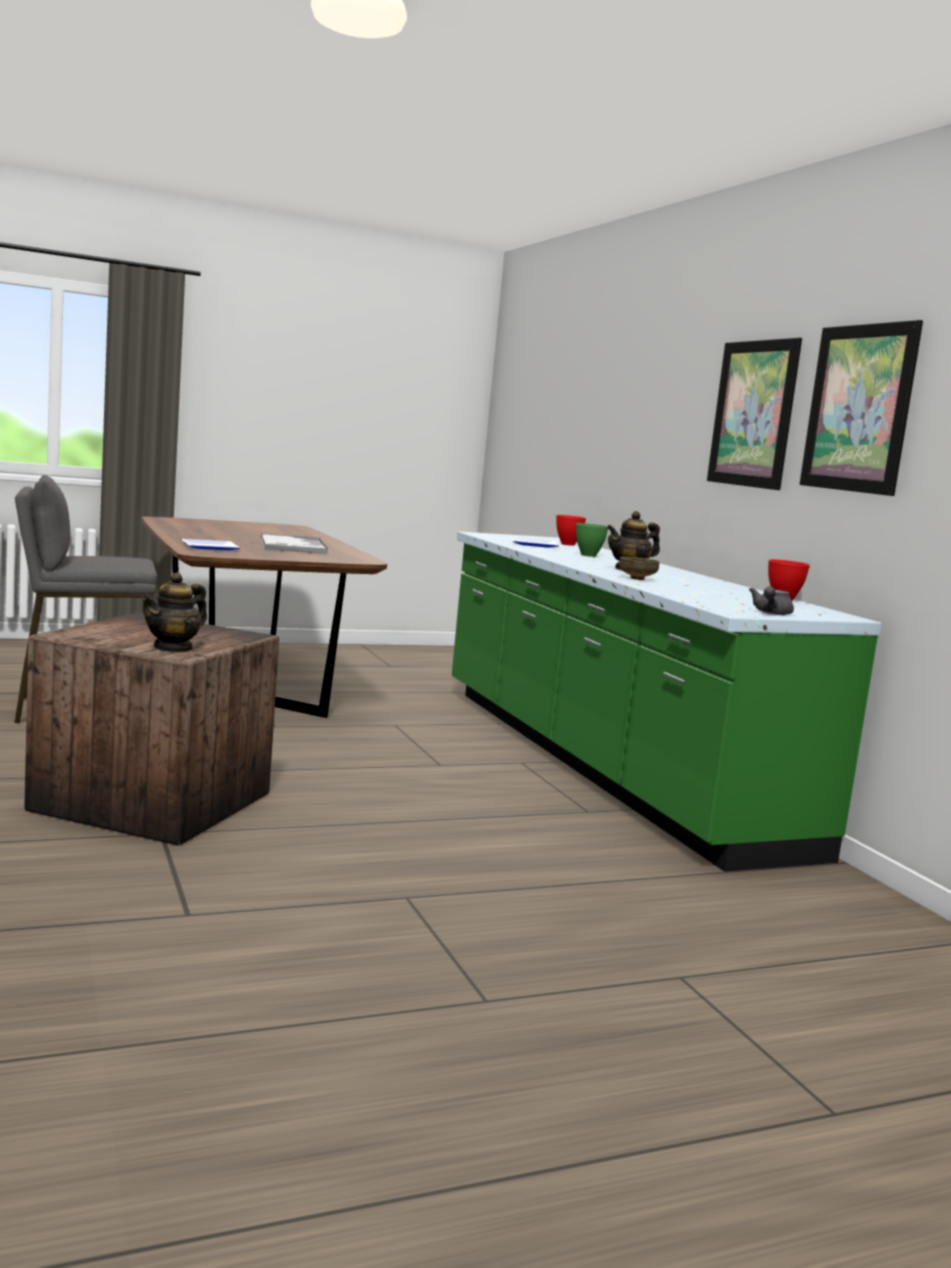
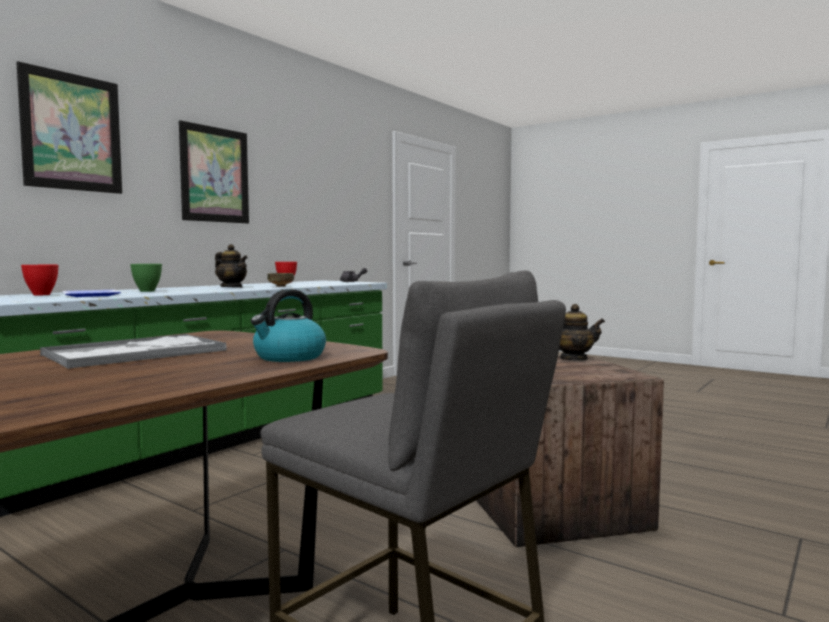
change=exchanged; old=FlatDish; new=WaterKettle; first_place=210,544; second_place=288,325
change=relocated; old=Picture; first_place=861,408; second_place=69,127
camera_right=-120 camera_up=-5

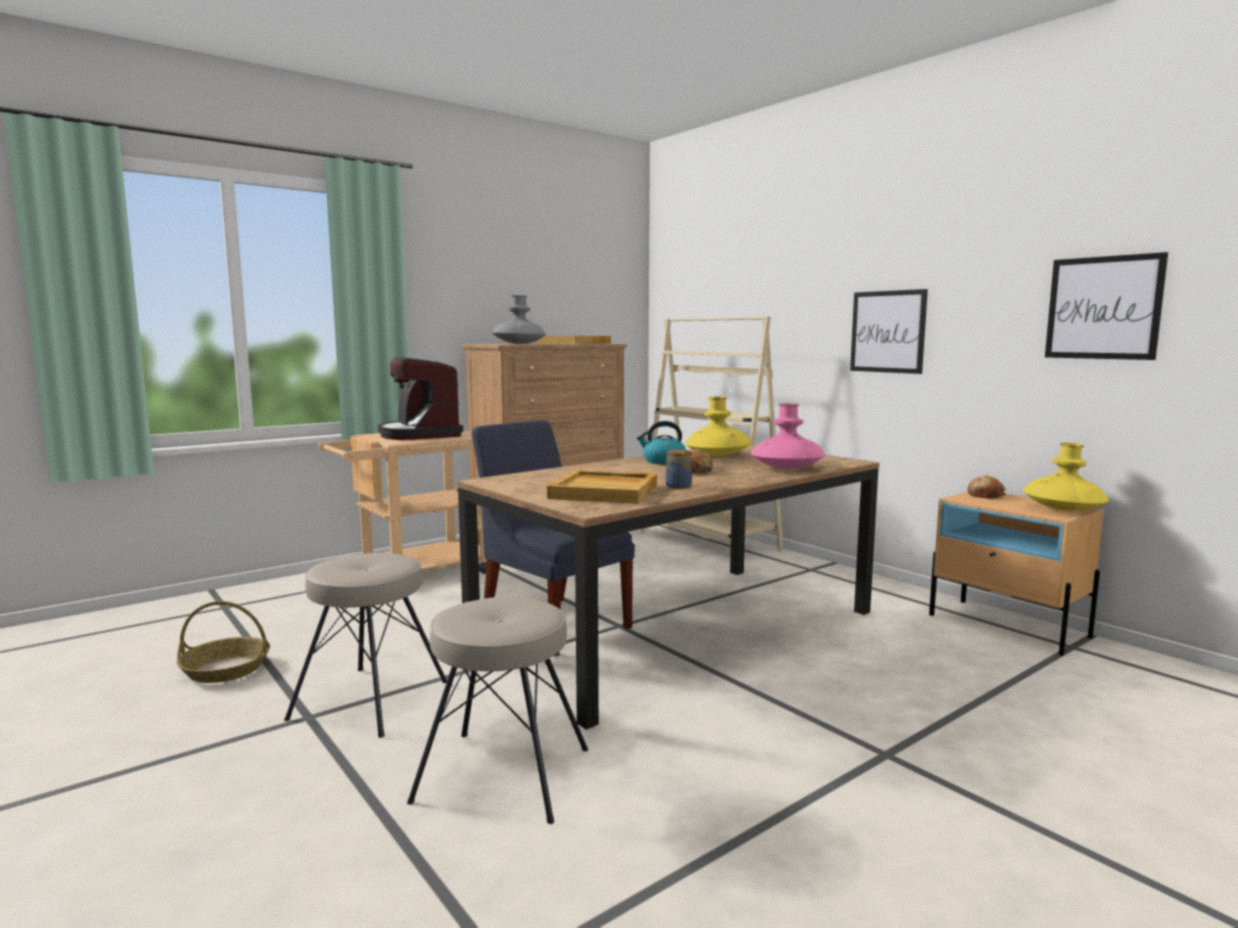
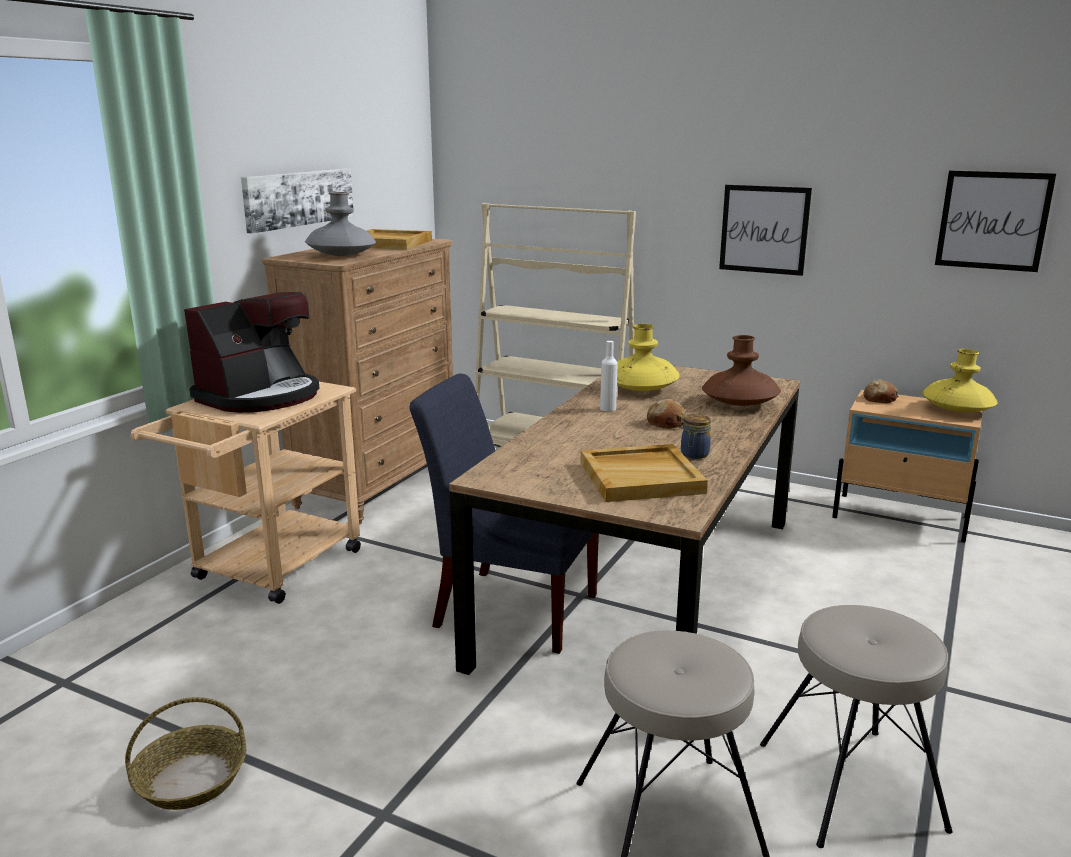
change=relocated; old=BeigeStool; first_place=365,645; second_place=856,726
change=spun; old=CoffeeBrewer; first_place=420,398; second_place=251,352; degrees=-90
change=exchanged; old=WaterKettle; new=WhiteColouredDrinkBottle; first_place=661,442; second_place=609,376
change=colour; old=PinkFlowerVase; new=BrownishFlowerVase; first_place=788,436; second_place=741,370
change=appeared; new=Picture; second_place=297,201
camera_right=-25 camera_up=10

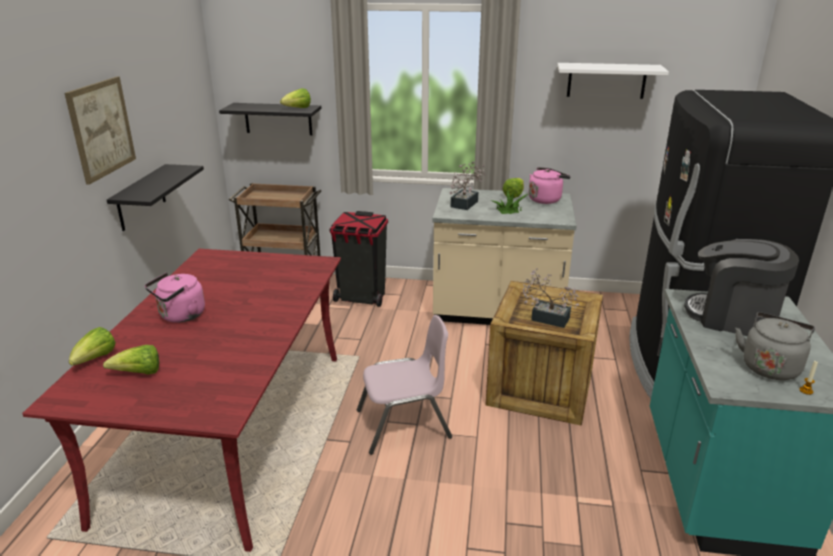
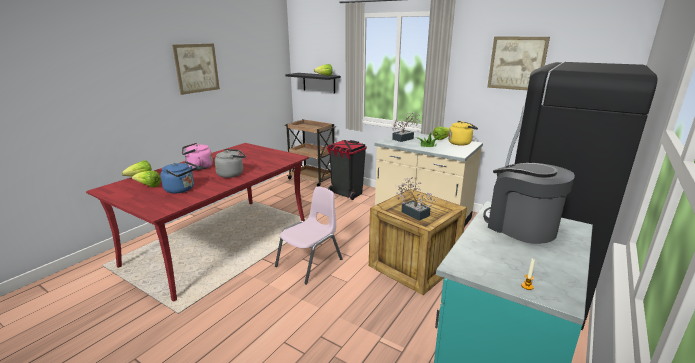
change=missing; old=BlackBracketShelf; first_place=155,197
change=spun; old=PinkChair; first_place=404,385; second_place=309,236; degrees=-60
change=colour; old=PinkWaterKettle; new=YellowishWaterKettle; first_place=550,185; second_place=463,133
change=exchanged; old=WhiteColouredBracketShelf; new=Picture; first_place=613,81; second_place=518,63
change=relocated; old=GreyishWaterKettle; first_place=775,346; second_place=230,163
change=appeared; new=BlueWaterKettle; second_place=179,177
camera_right=25 camera_up=-5

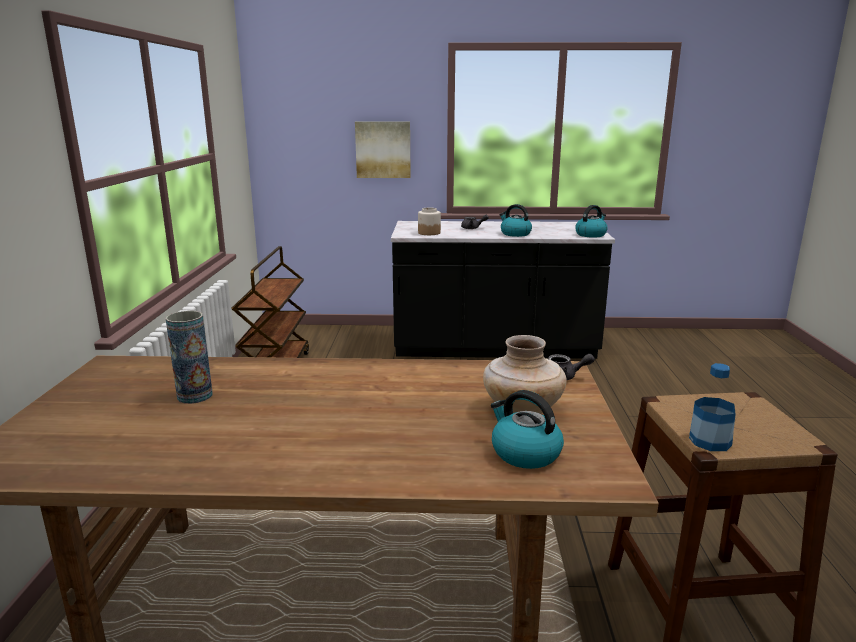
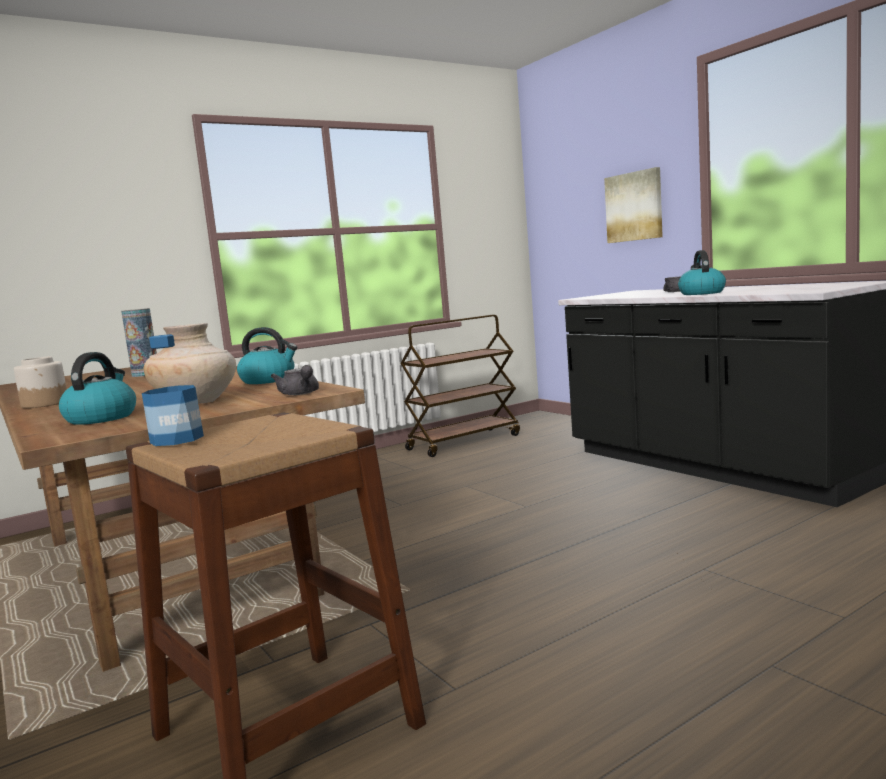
change=relocated; old=PreserveJar; first_place=429,221; second_place=40,382
change=relocated; old=WaterKettle; first_place=591,221; second_place=267,355
camera_right=55 camera_up=-10

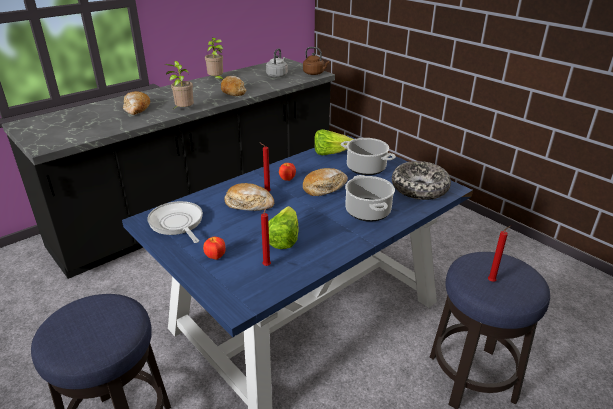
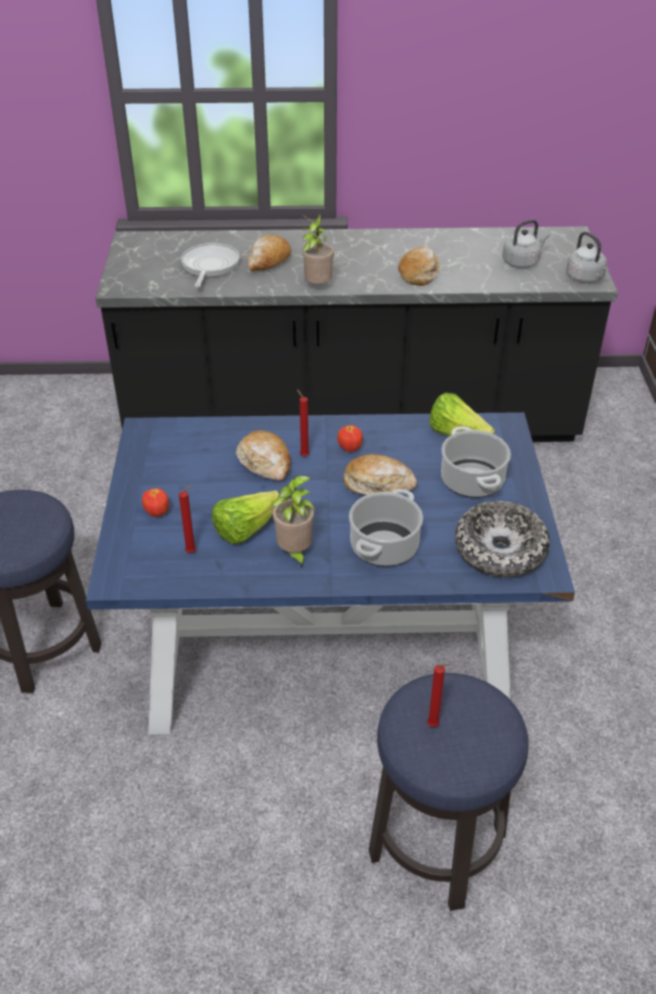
change=relocated; old=Pan; first_place=175,222; second_place=210,265
change=relocated; old=PlantInAPot; first_place=214,58; second_place=293,522
change=colour; old=BrownishWaterKettle; new=GreyishWaterKettle; first_place=316,61; second_place=587,257
camera_right=40 camera_up=10

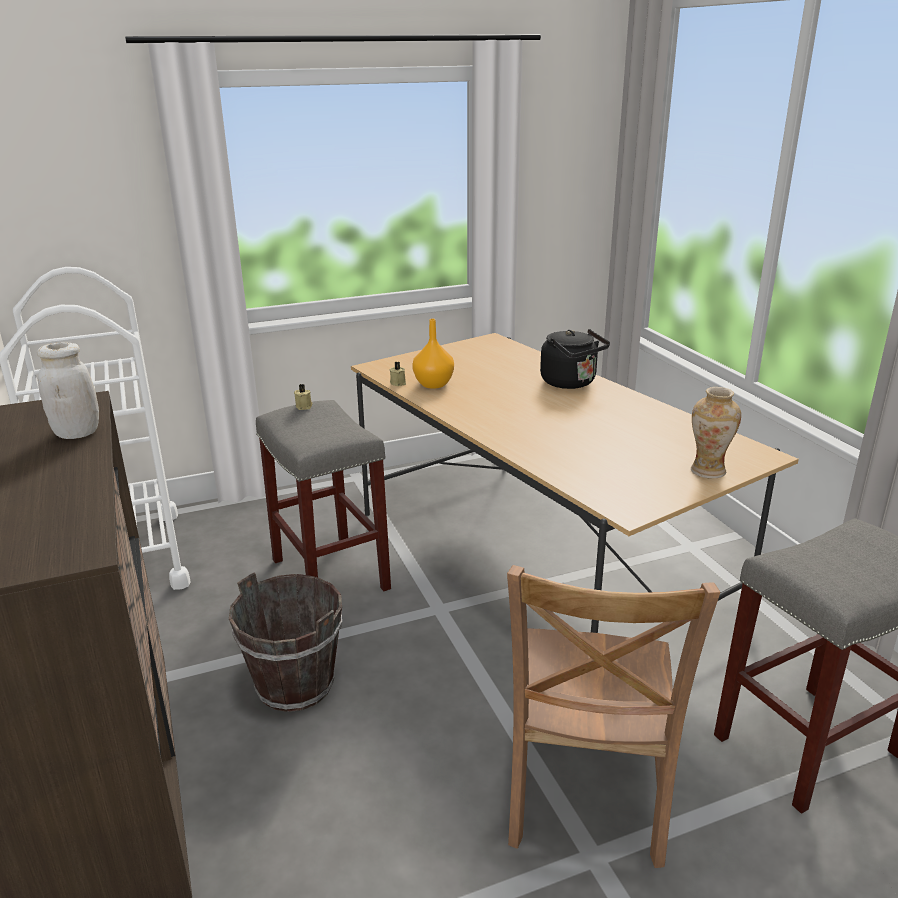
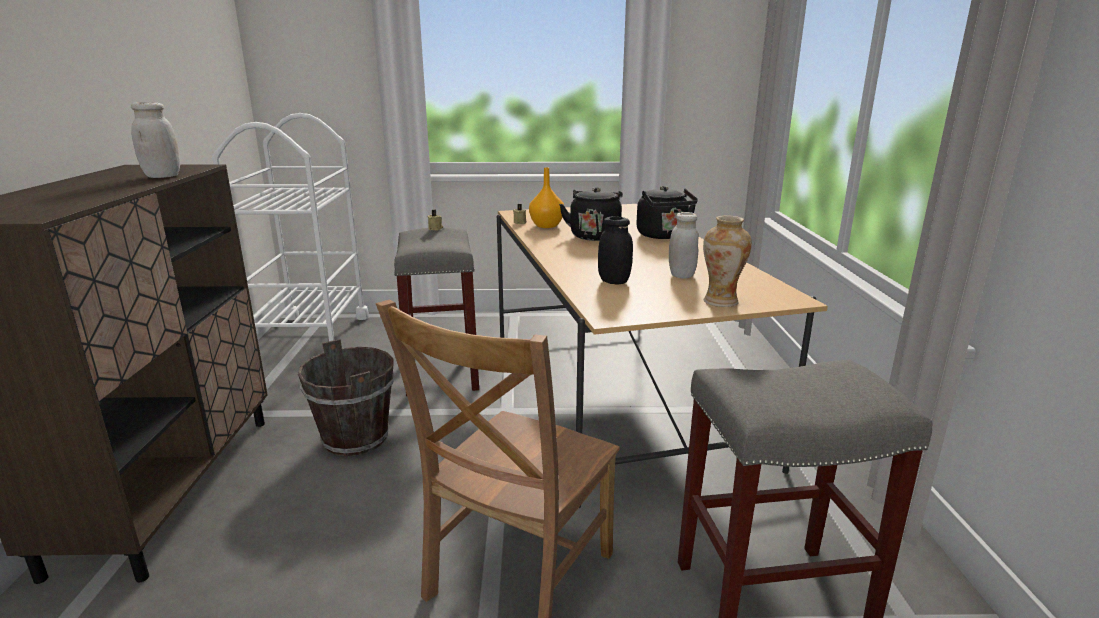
change=appeared; new=BlackWaterKettle; second_place=591,214
change=appeared; new=BlackPreserveJar; second_place=615,250
change=appeared; new=WhiteColouredPreserveJar; second_place=684,245
camera_right=20 camera_up=-5

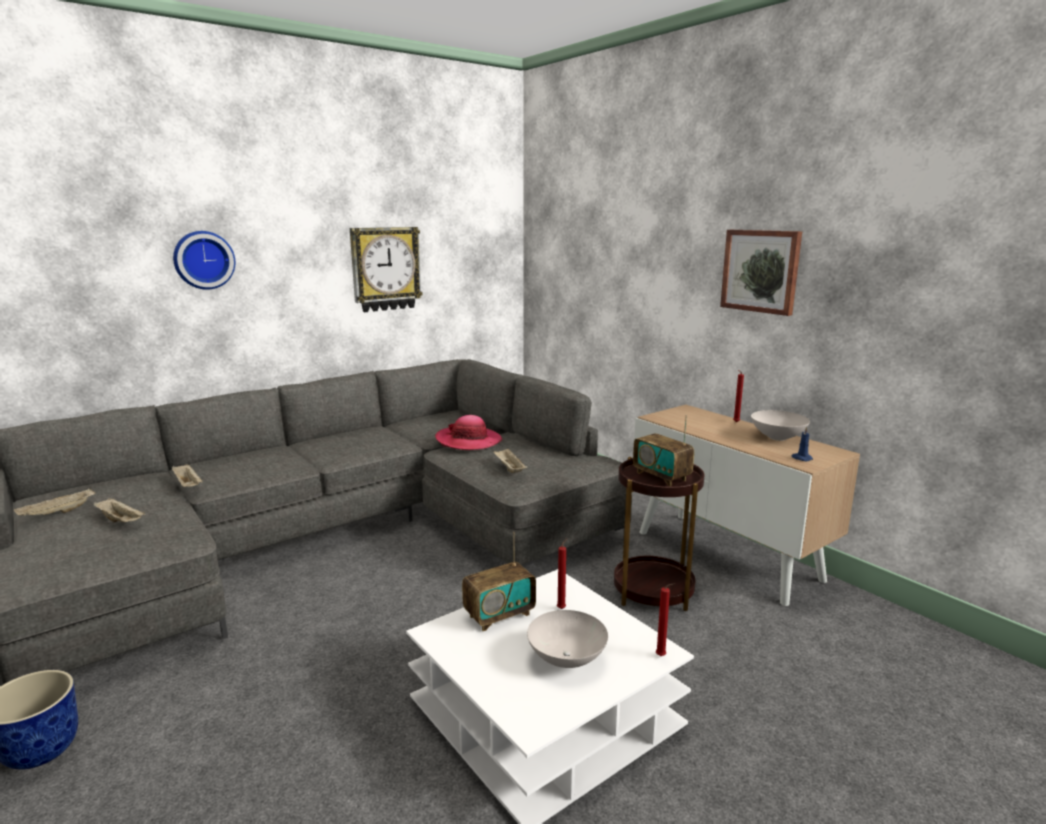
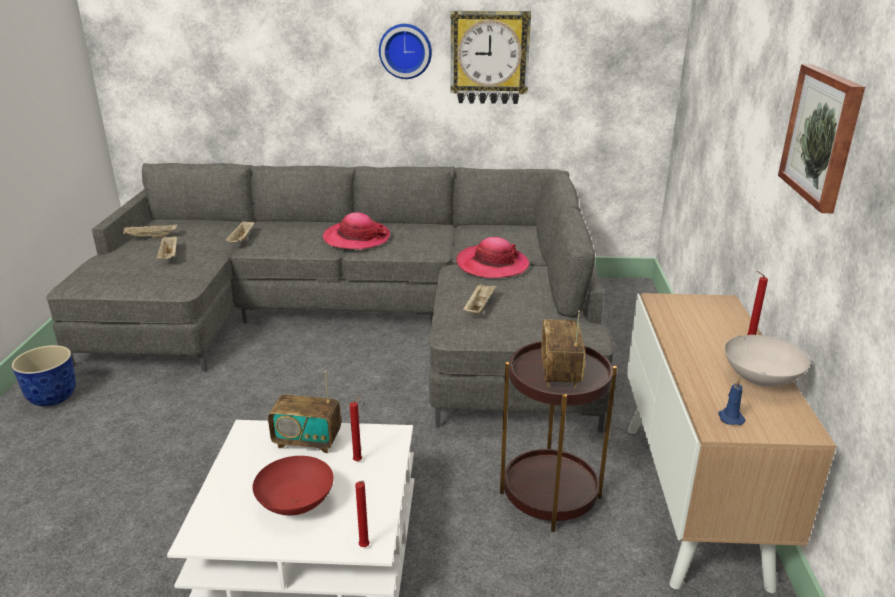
change=relocated; old=ClockOnTheWall; first_place=204,260; second_place=405,51
change=colour; old=WhiteColouredServingBowl; new=ReddishServingBowl; first_place=567,639; second_place=293,485
change=appeared; new=WearableHat; second_place=356,231
camera_right=40 camera_up=10

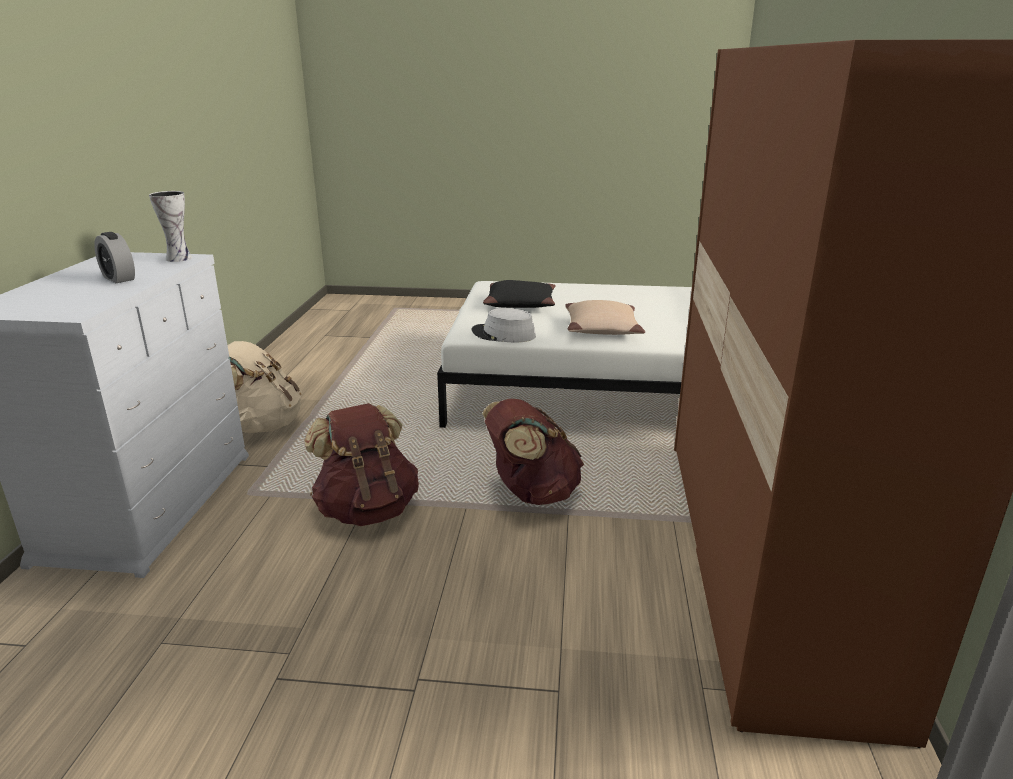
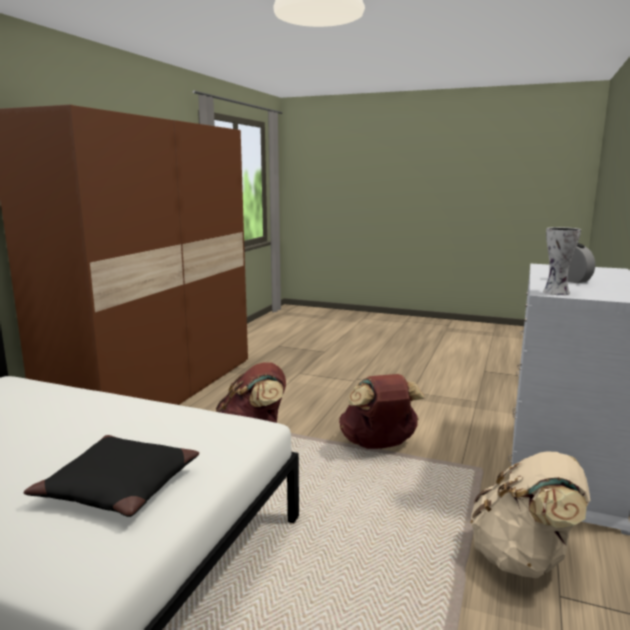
change=missing; old=GreyishWearableHat; first_place=504,325
change=missing; old=BeigePillow; first_place=605,317
camera_right=-165 camera_up=-10

